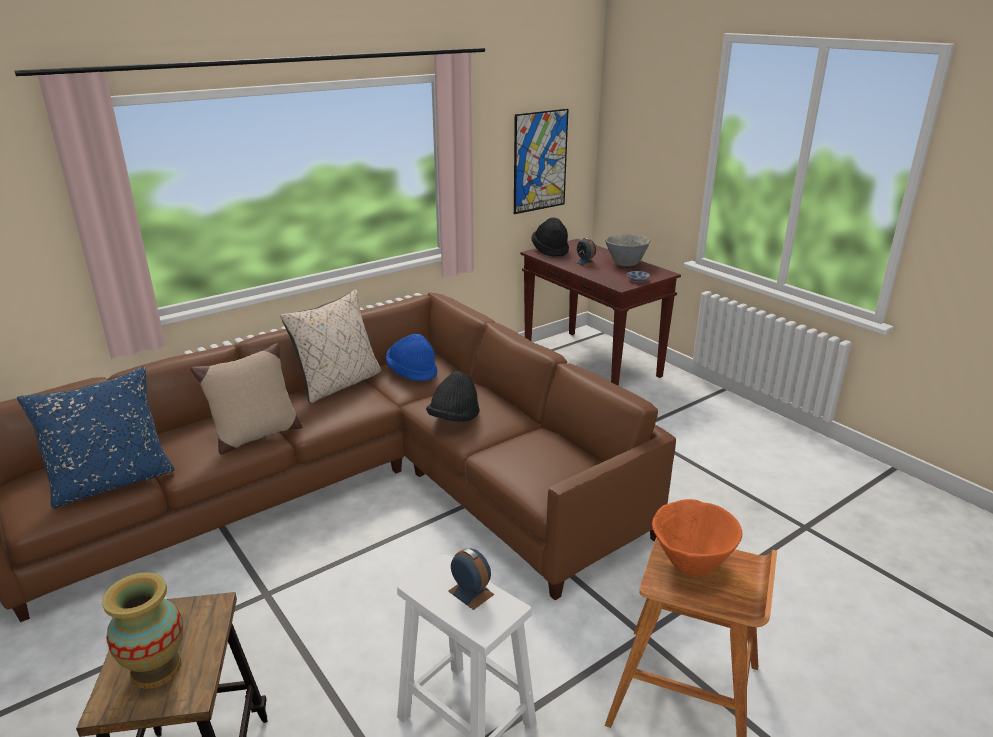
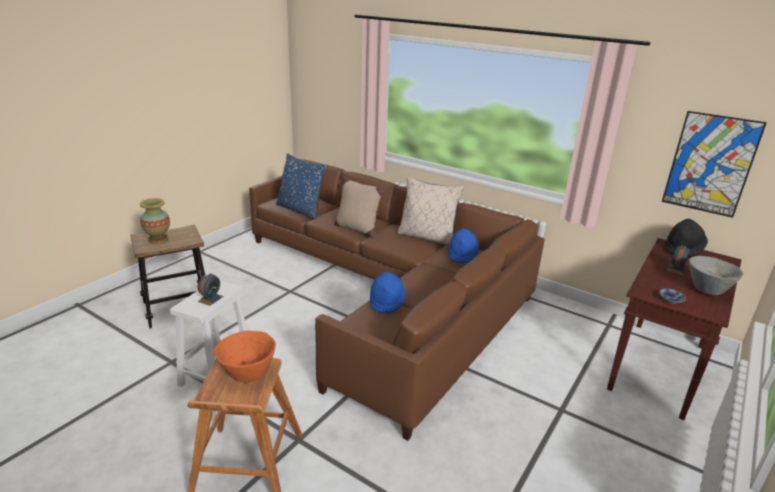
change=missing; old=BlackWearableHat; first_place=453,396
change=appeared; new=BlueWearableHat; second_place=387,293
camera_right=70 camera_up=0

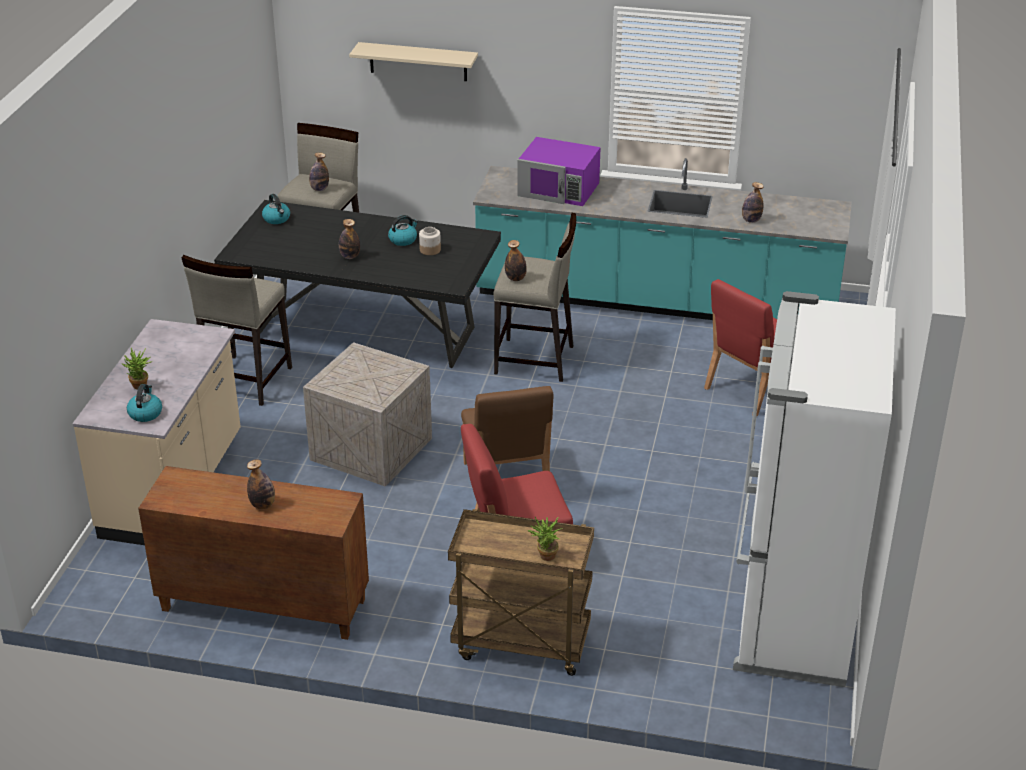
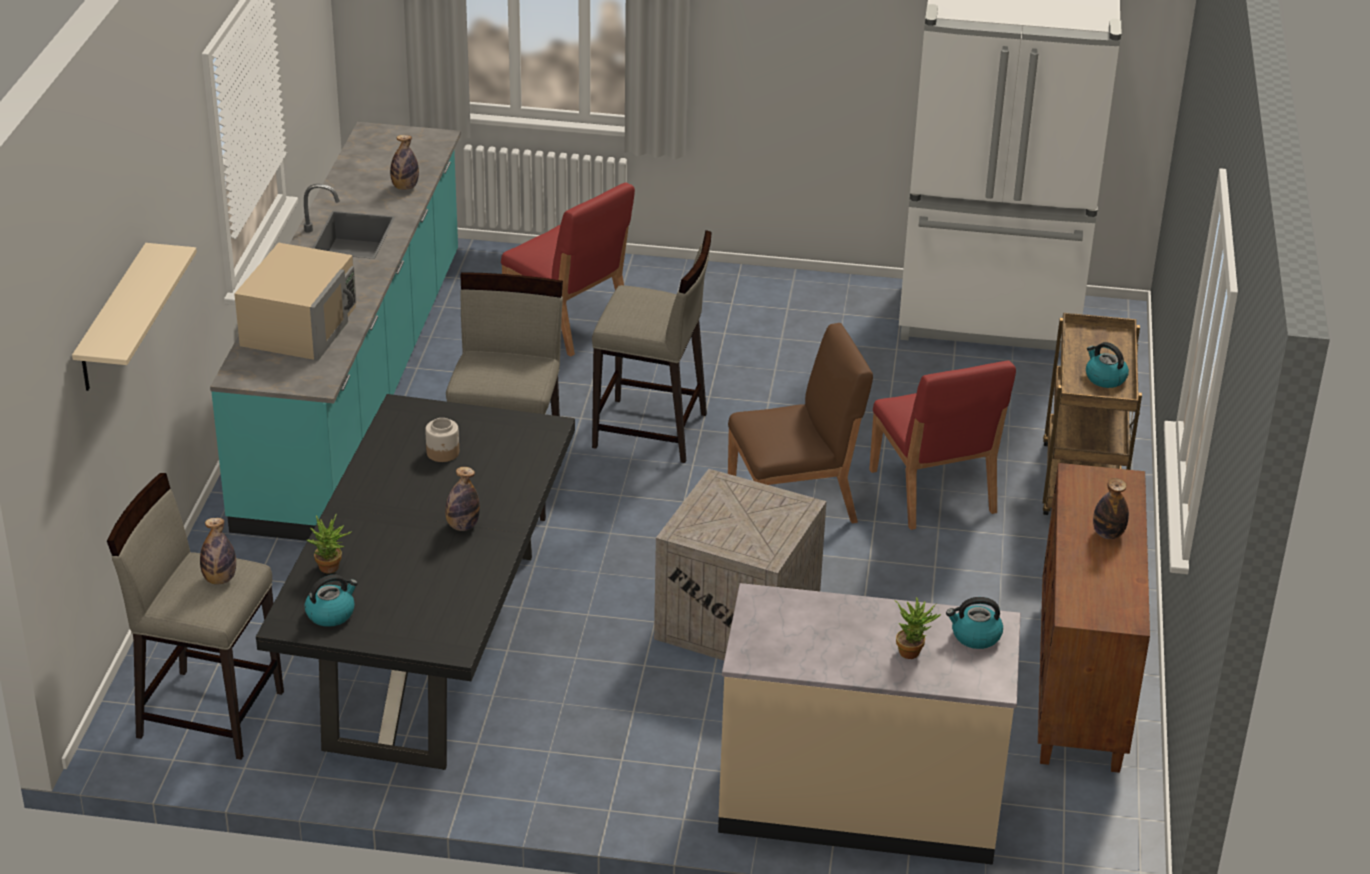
change=relocated; old=BeigeStool; first_place=237,330; second_place=652,346
change=relocated; old=WaterKettle; first_place=403,230; second_place=1107,365
change=missing; old=DrinkBottle; first_place=516,260
change=colour; old=PurpleMicrowave; new=BeigeMicrowave; first_place=559,171; second_place=295,302
change=relocated; old=PlantInAPot; first_place=545,539; second_place=329,544
camera_right=-95 camera_up=0

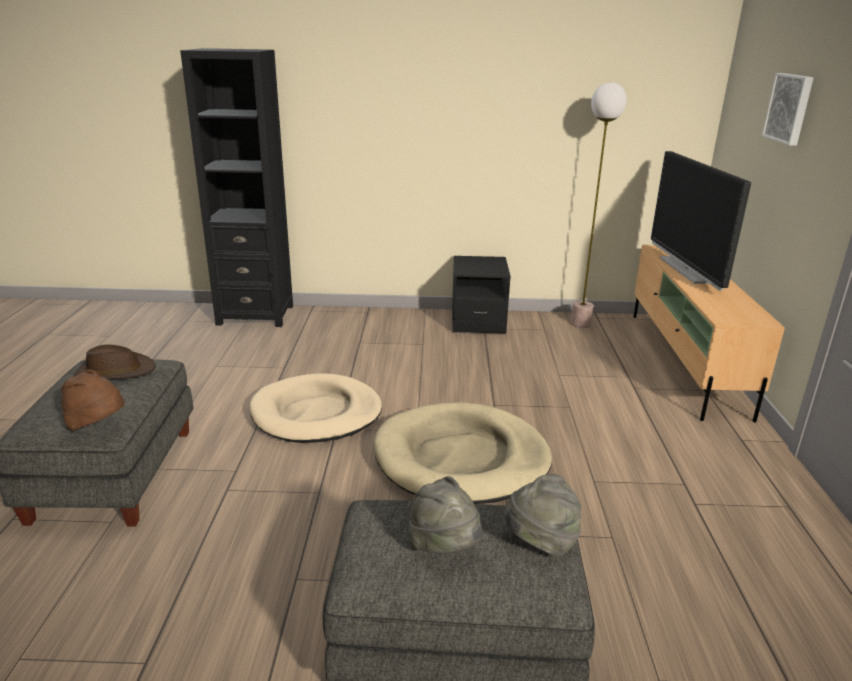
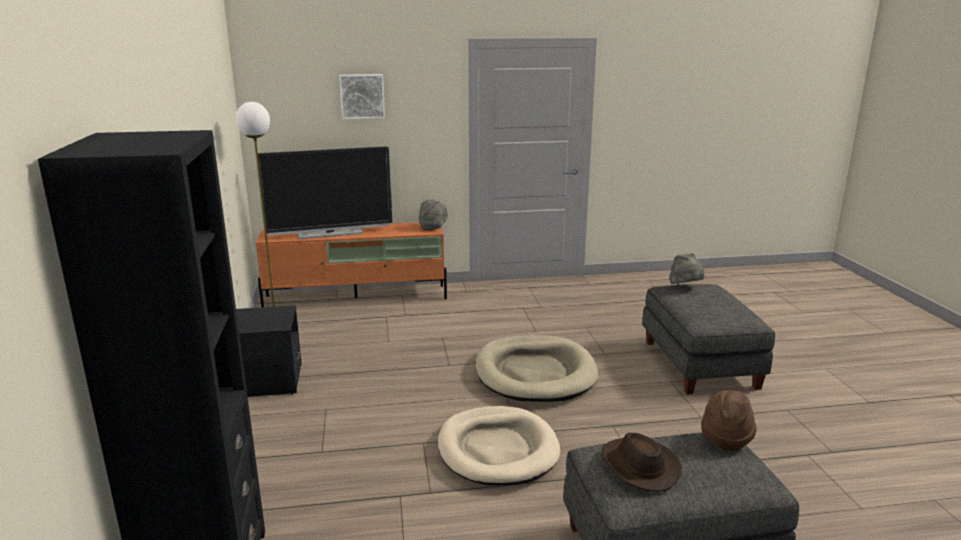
change=relocated; old=GreyishWearableHat; first_place=445,514; second_place=433,215
change=colour; old=BeigeTvUnit; new=OrangeColouredTvUnit; first_place=709,334; second_place=351,264
camera_right=-100 camera_up=-5

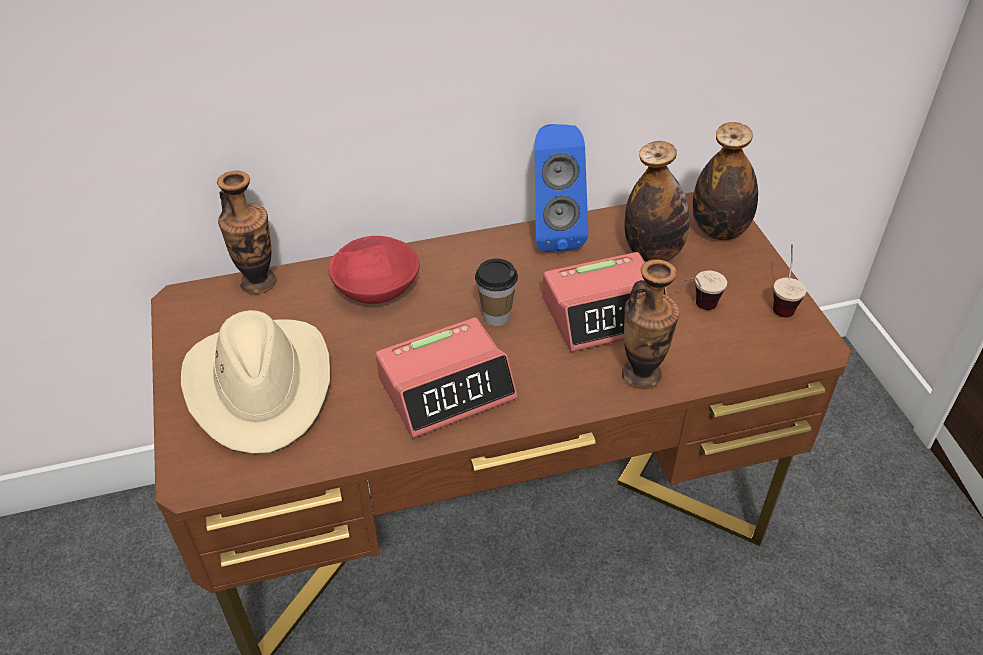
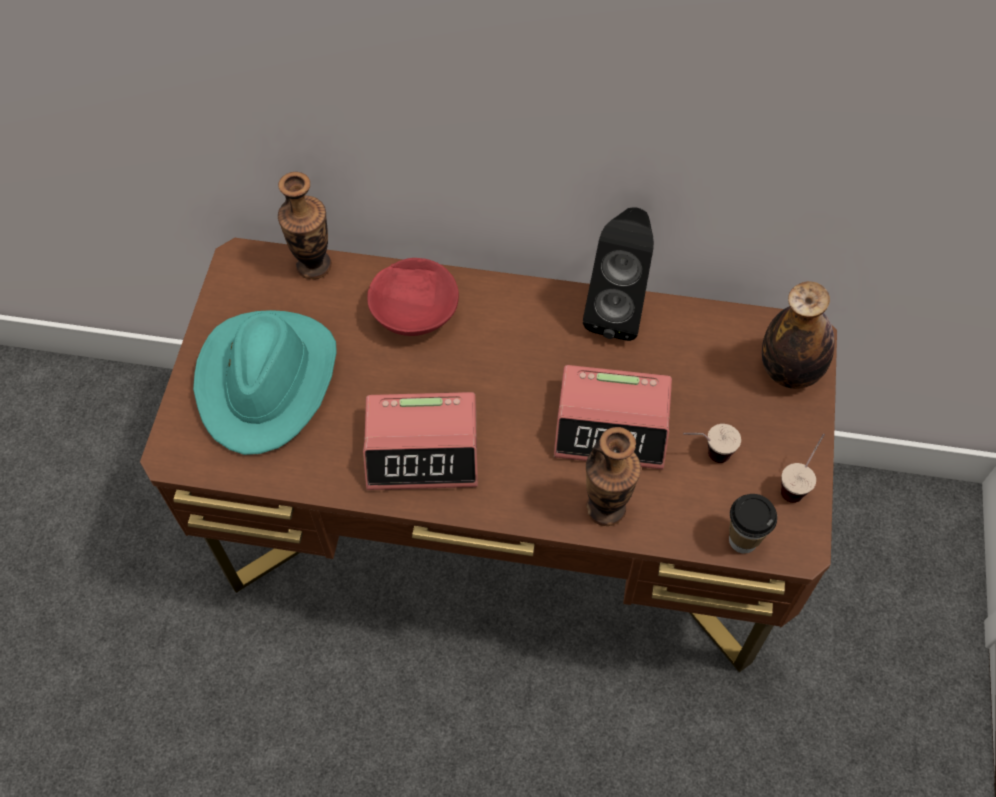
change=colour; old=BeigeWearableHat; new=TurquoiseColouredWearableHat; first_place=255,382; second_place=265,382
change=relocated; old=DrinkingCup; first_place=496,292; second_place=753,524
change=colour; old=BlueAudioSpeaker; new=BlackAudioSpeaker; first_place=561,188; second_place=618,274
change=missing; old=DrinkBottle; first_place=656,201
camera_right=25 camera_up=15

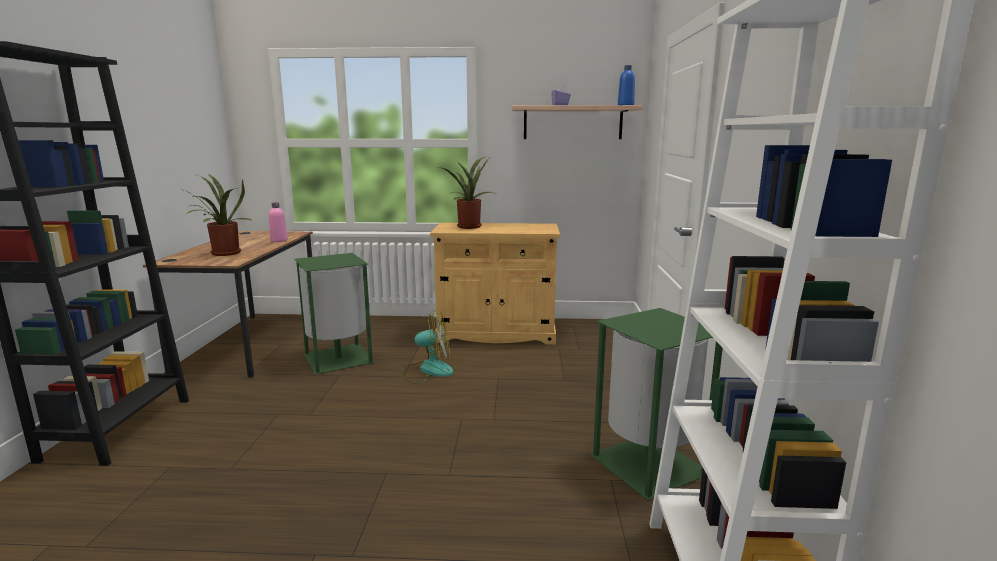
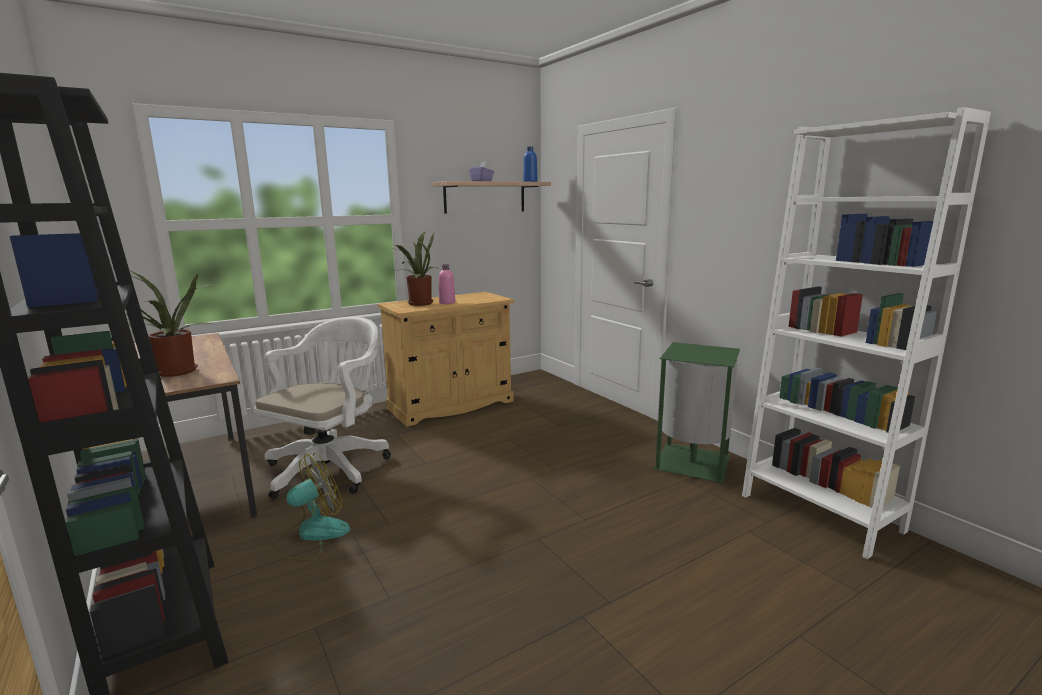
change=relocated; old=PinkDrinkBottle; first_place=278,222; second_place=447,284
change=exchanged; old=GreenishWasteBin; new=WhiteColouredComputerChair; first_place=334,313; second_place=322,408
change=relocated; old=Fan; first_place=427,347; second_place=311,507
camera_right=-35 camera_up=0

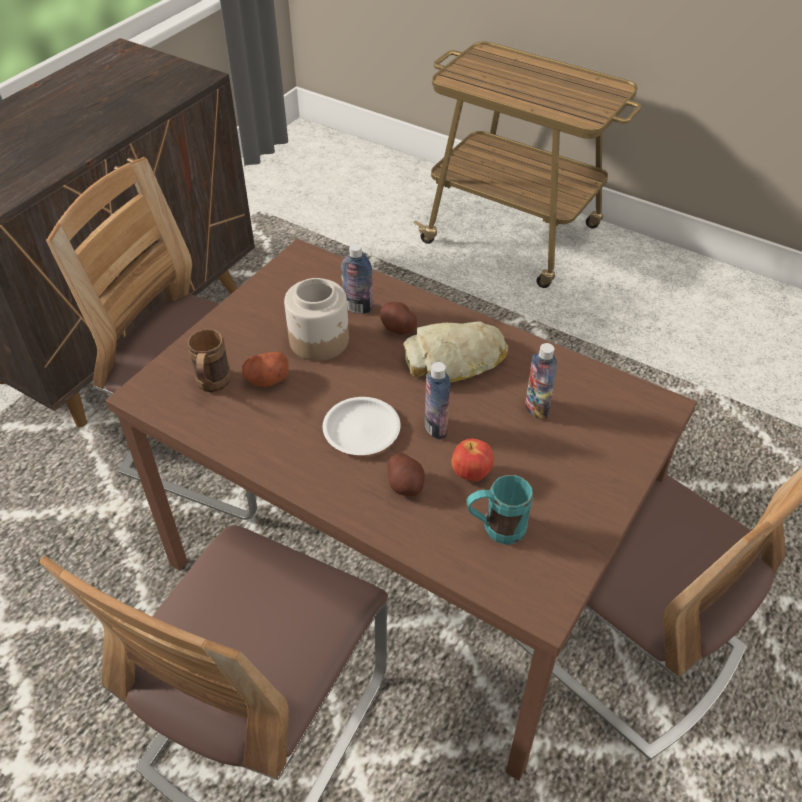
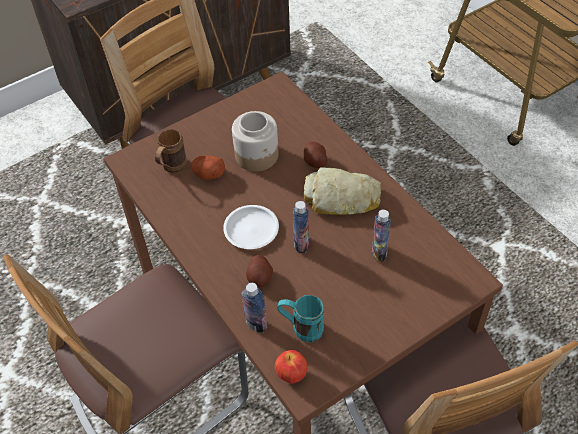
change=relocated; old=DrinkBottle; first_place=357,278; second_place=254,308
change=relocated; old=AppleFruit; first_place=472,460; second_place=291,367
camera_right=25 camera_up=5

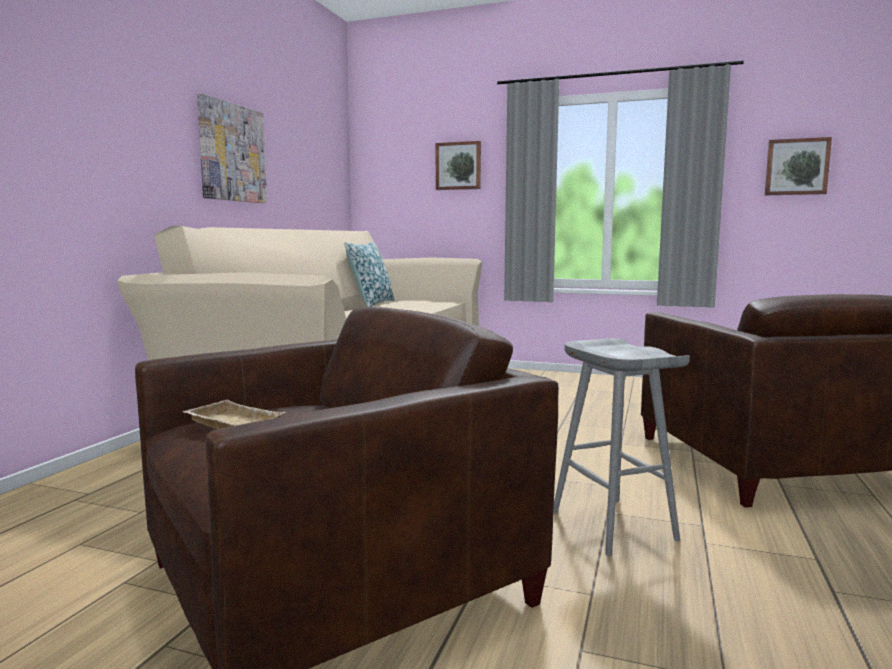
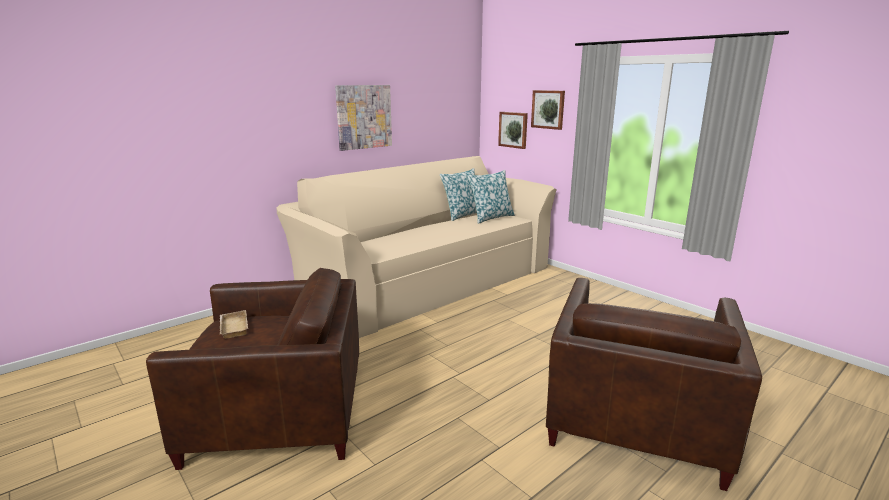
change=missing; old=GreyishStool; first_place=622,447
change=relocated; old=Picture; first_place=798,166; second_place=513,130
change=appeared; new=Pillow; second_place=491,197
camera_right=30 camera_up=10

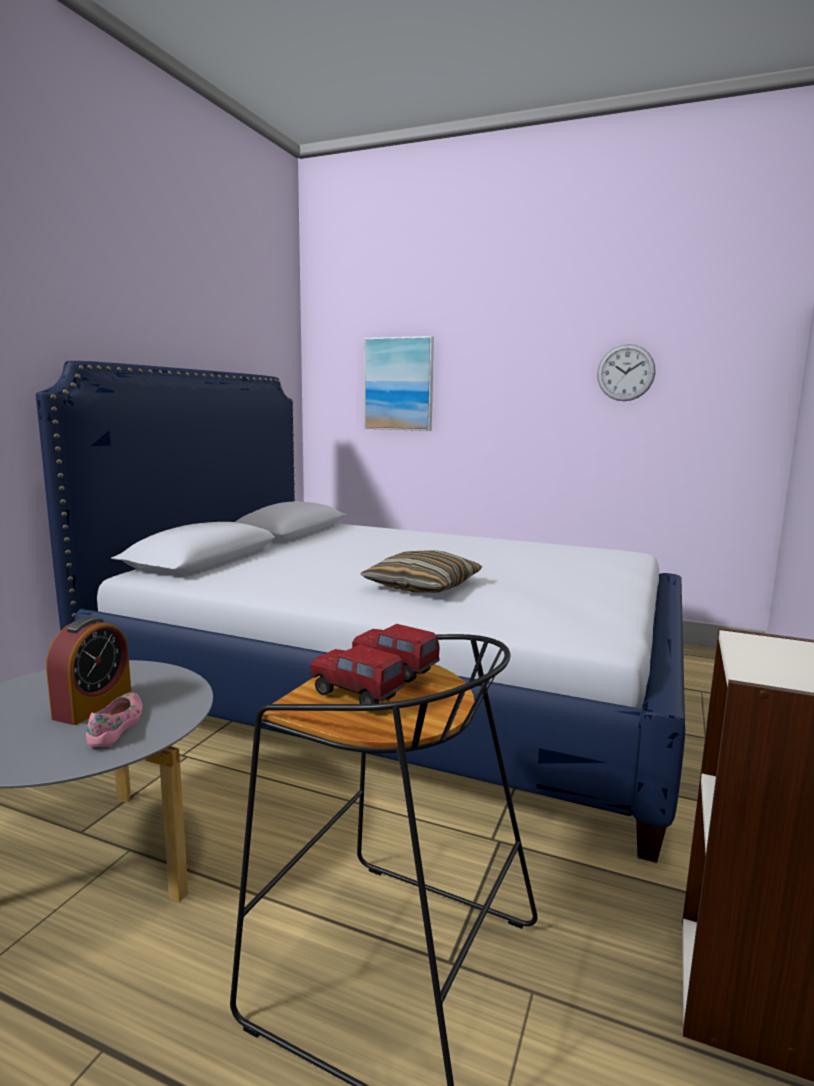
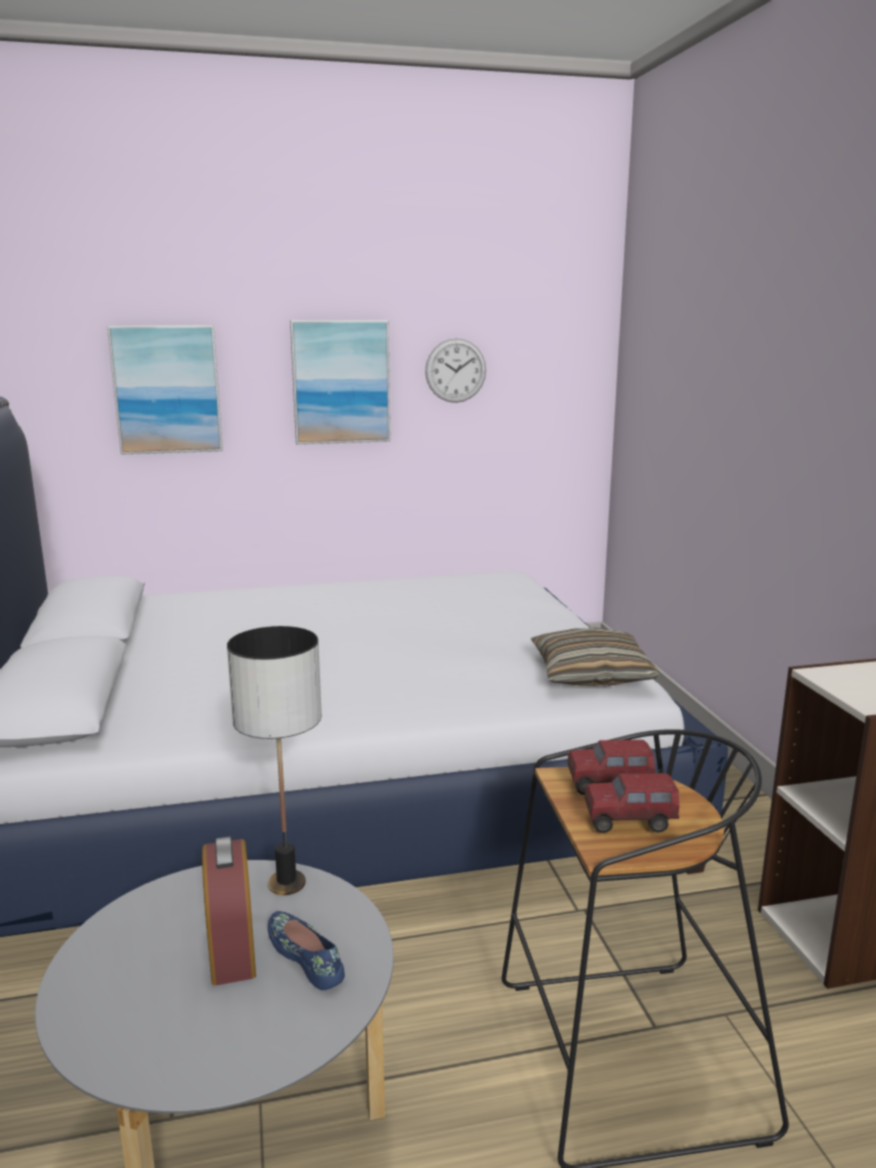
change=colour; old=PinkShoe; new=BlueShoe; first_place=114,719; second_place=306,950
change=relocated; old=Pillow; first_place=422,571; second_place=595,656
change=appeared; new=LampForATable; second_place=274,760
change=appeared; new=Picture; second_place=340,382
camera_right=-35 camera_up=5

